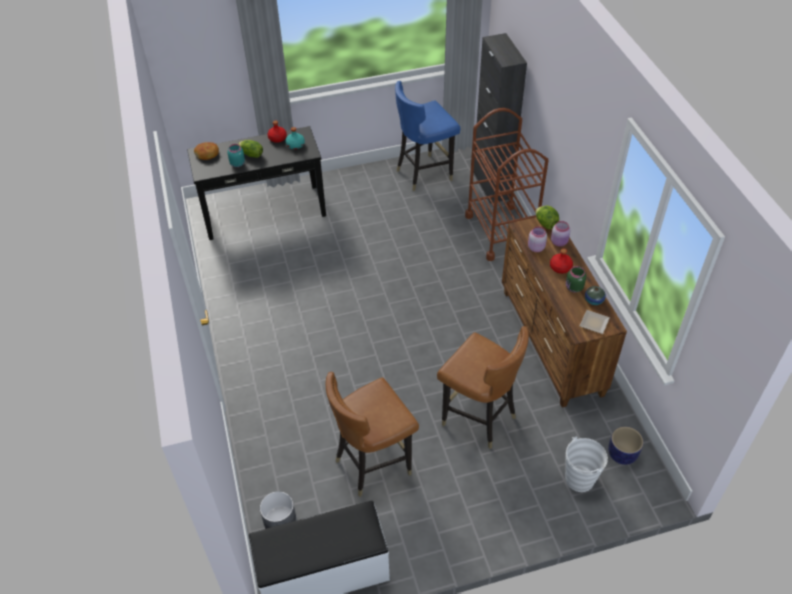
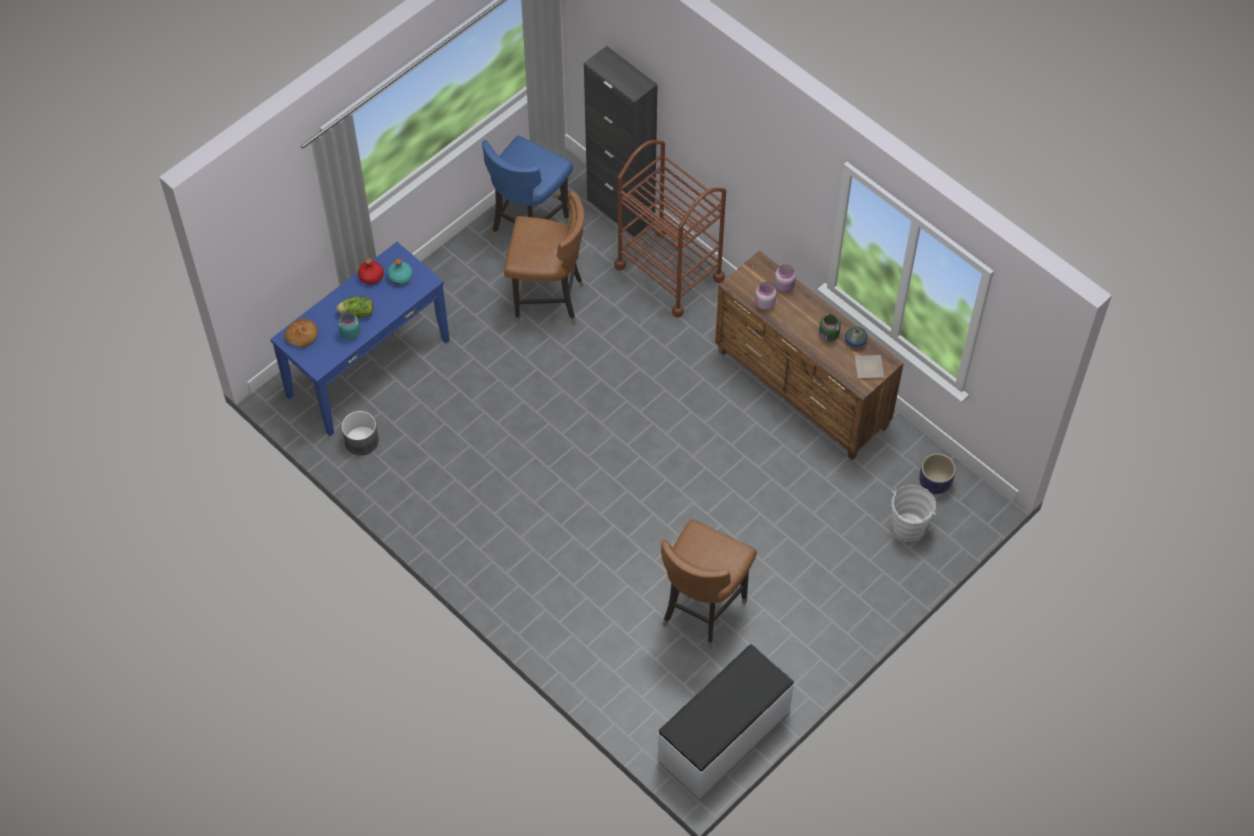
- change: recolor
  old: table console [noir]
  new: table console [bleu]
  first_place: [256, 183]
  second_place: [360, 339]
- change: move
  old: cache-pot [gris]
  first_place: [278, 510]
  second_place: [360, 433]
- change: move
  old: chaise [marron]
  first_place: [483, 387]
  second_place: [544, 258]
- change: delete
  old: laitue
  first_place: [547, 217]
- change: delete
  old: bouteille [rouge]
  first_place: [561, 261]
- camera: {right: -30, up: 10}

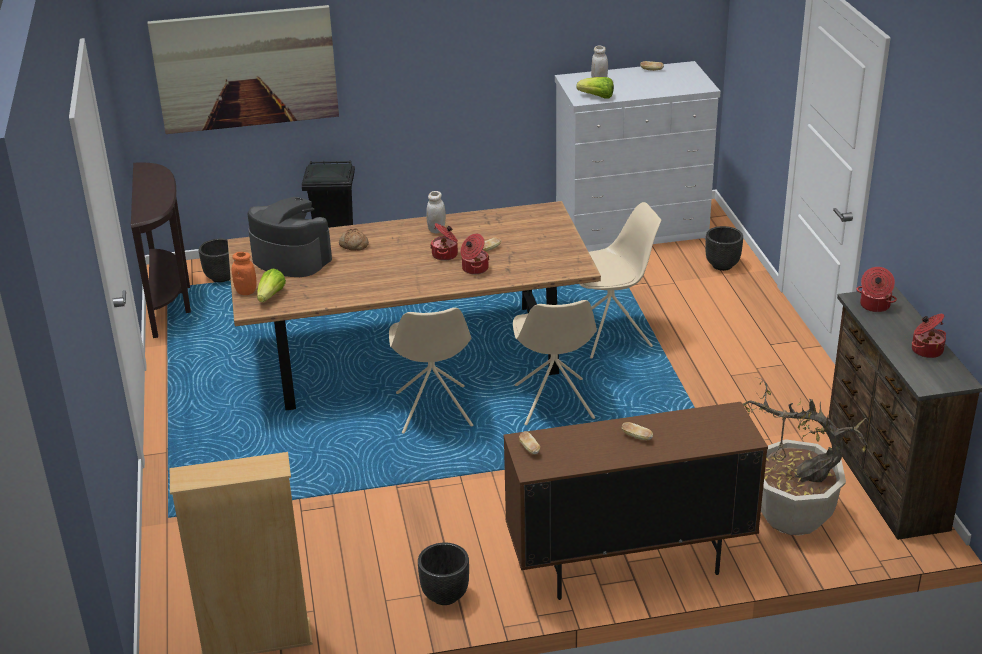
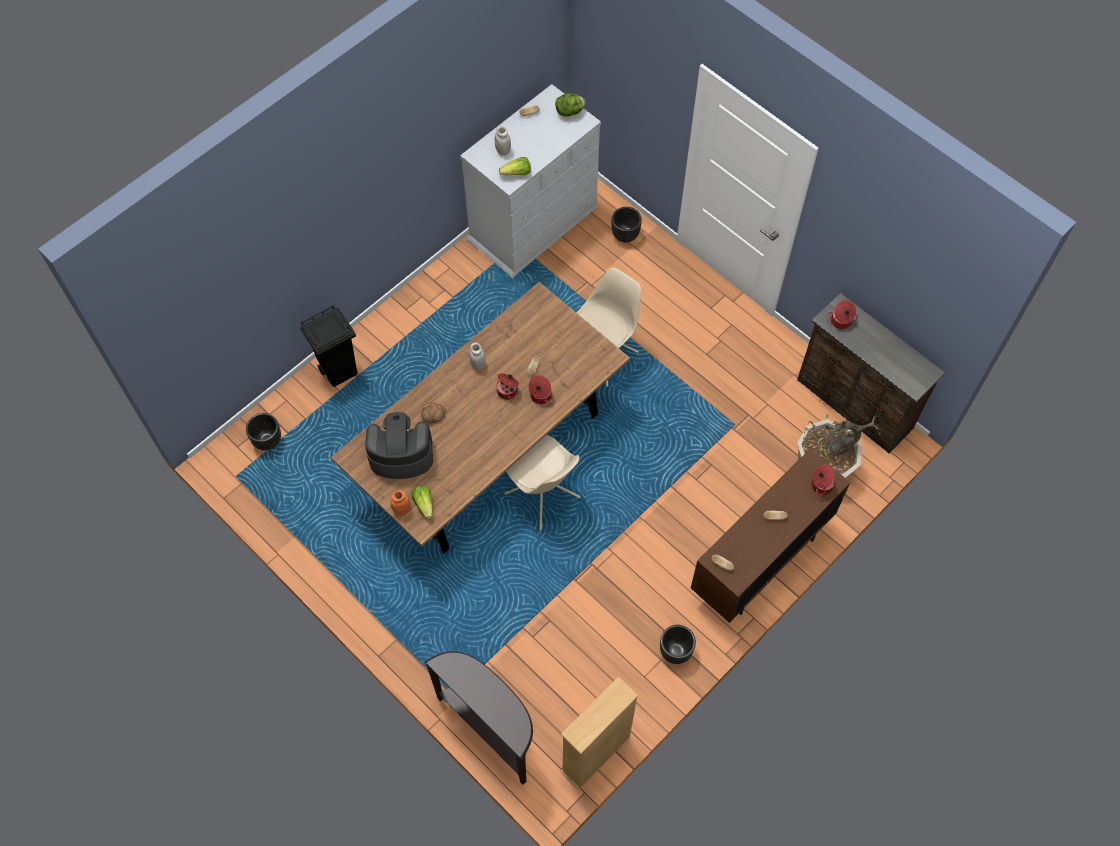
- change: move
  old: table console [marron]
  first_place: [161, 250]
  second_place: [479, 718]
- change: delete
  old: tableau
  first_place: [243, 69]
- change: delete
  old: chaise [beige]
  first_place: [555, 362]
- change: move
  old: marmite
  first_place: [929, 336]
  second_place: [823, 479]
- change: insert
  new: laitue
  second_place: [570, 104]
- camera: {right: -35, up: 30}

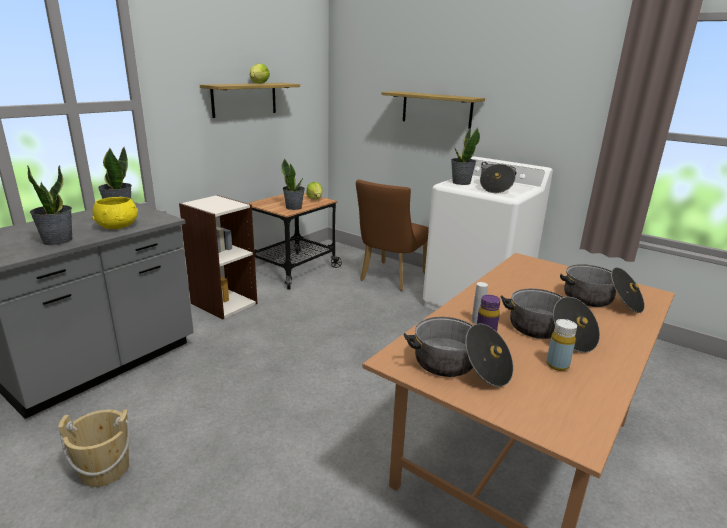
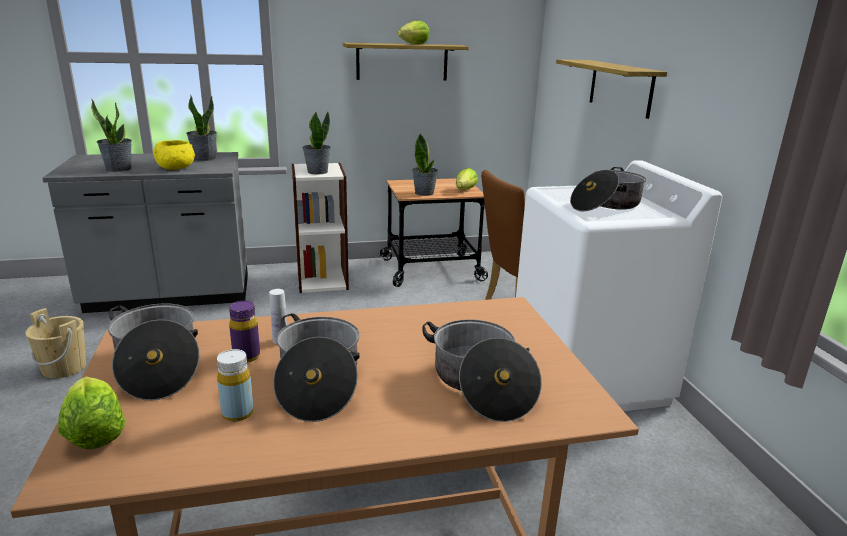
- change: move
  old: plante en pot
  first_place: [465, 156]
  second_place: [316, 143]
- change: insert
  new: laitue
  second_place: [91, 413]
- camera: {right: 40, up: 0}

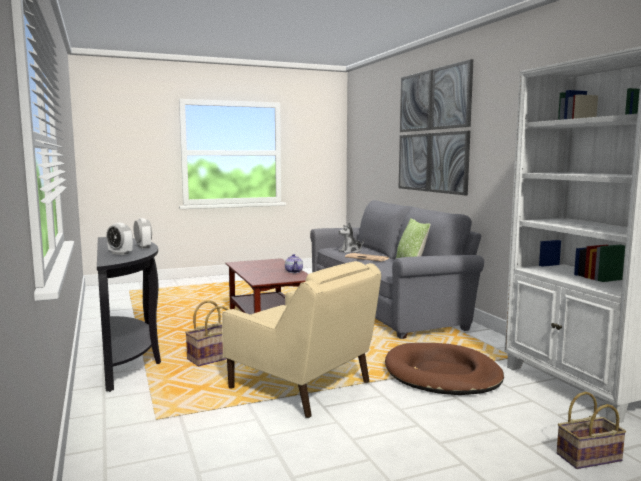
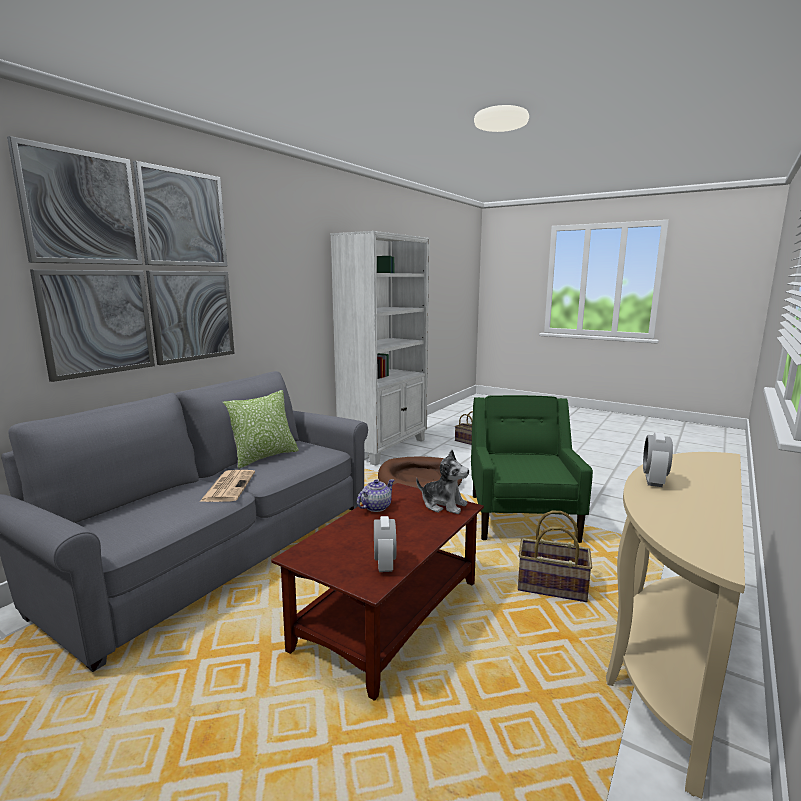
- change: recolor
  old: table console [noir]
  new: table console [beige]
  first_place: [129, 314]
  second_place: [675, 625]
- change: move
  old: réveil
  first_place: [119, 239]
  second_place: [385, 544]
- change: recolor
  old: fauteuil [beige]
  new: fauteuil [vert]
  first_place: [301, 339]
  second_place: [532, 469]
- change: move
  old: peluche
  first_place: [351, 237]
  second_place: [442, 482]
- camera: {right: -125, up: 5}

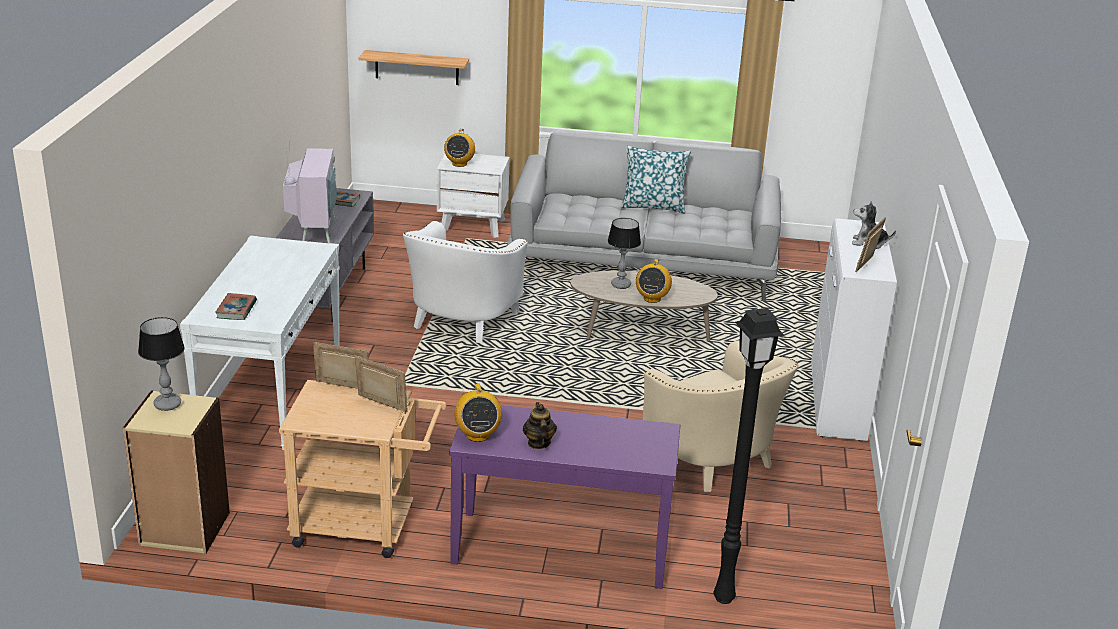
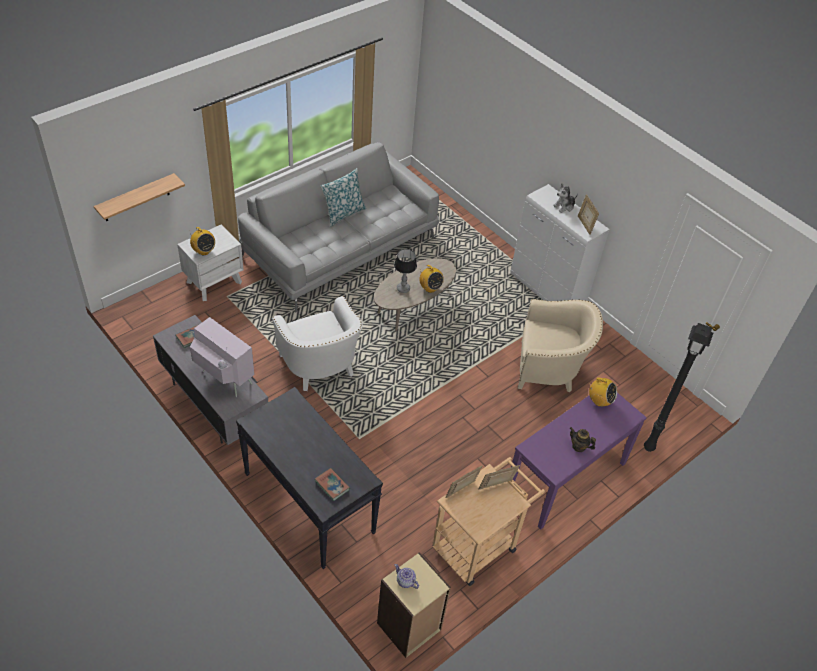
- change: replace
  old: lampe de table
  new: théière
  first_place: [161, 364]
  second_place: [407, 576]
- change: recolor
  old: table console [blanc]
  new: table console [noir]
  first_place: [260, 343]
  second_place: [309, 478]
- change: move
  old: radio
  first_place: [478, 413]
  second_place: [603, 392]
- camera: {right: -50, up: 20}

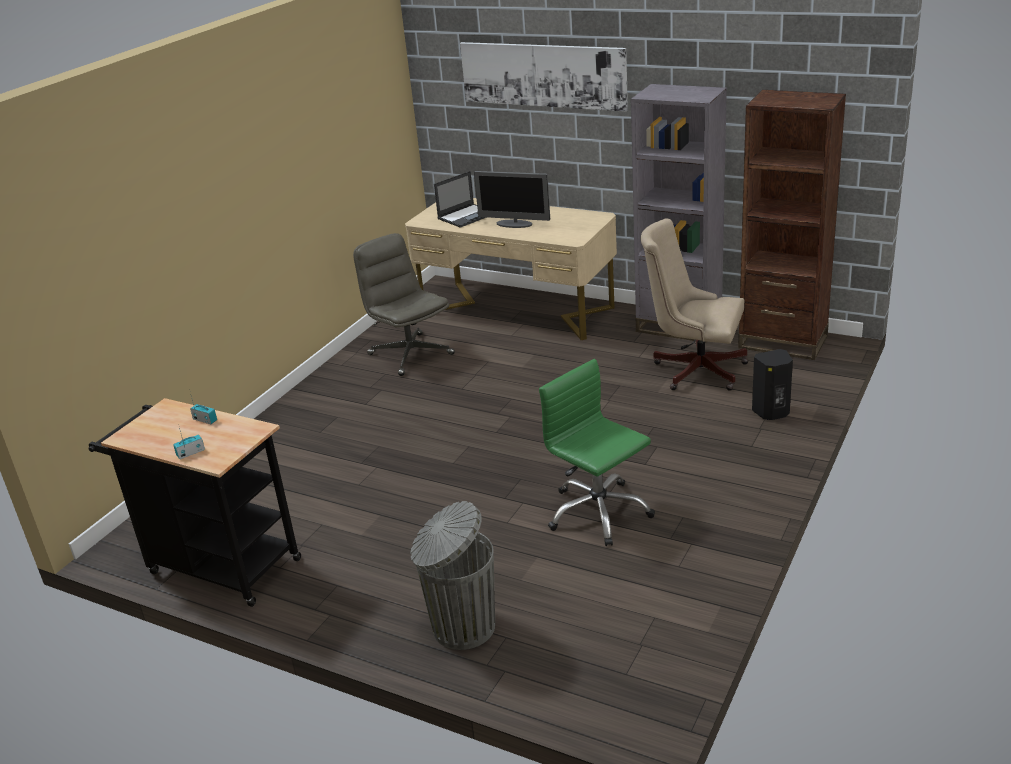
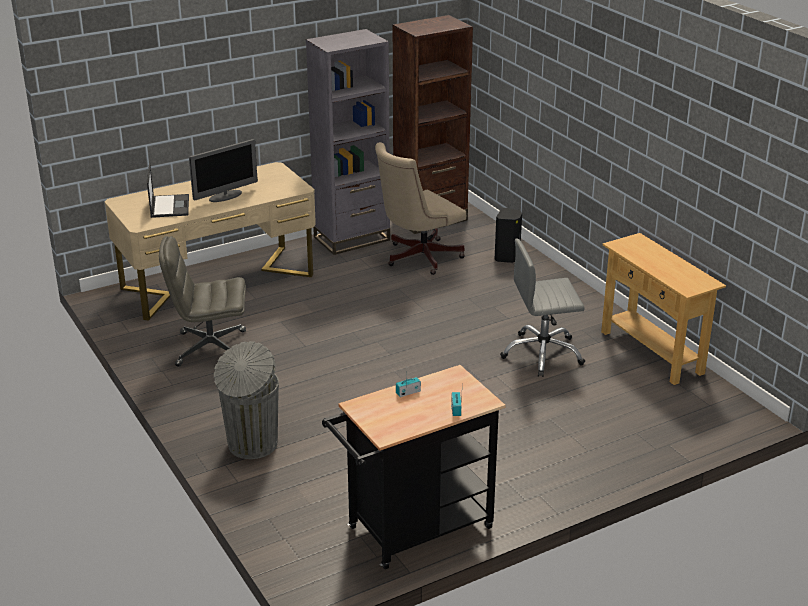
- change: move
  old: poubelle [gris]
  first_place: [452, 575]
  second_place: [246, 400]
- change: delete
  old: tableau
  first_place: [544, 77]
- change: recolor
  old: chaise de bureau [vert]
  new: chaise de bureau [gris]
  first_place: [597, 452]
  second_place: [542, 307]
- change: insert
  new: table console [beige]
  second_place: [663, 309]
- camera: {right: -60, up: 0}

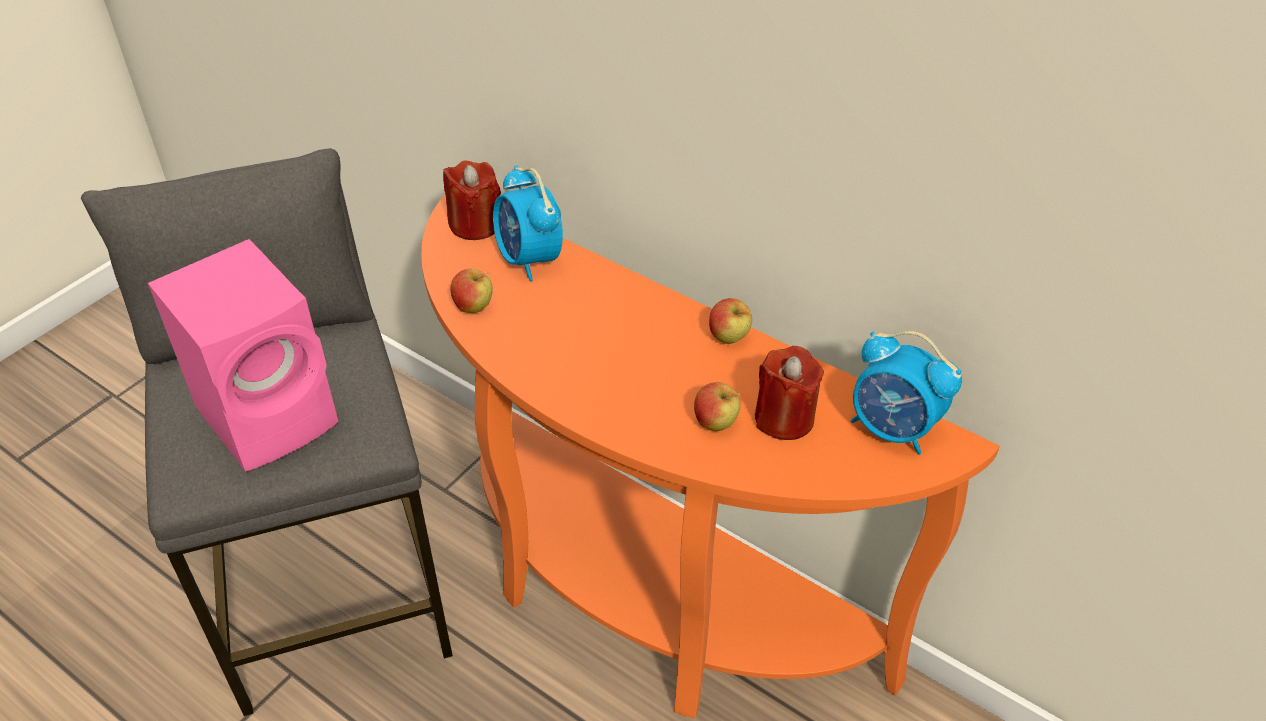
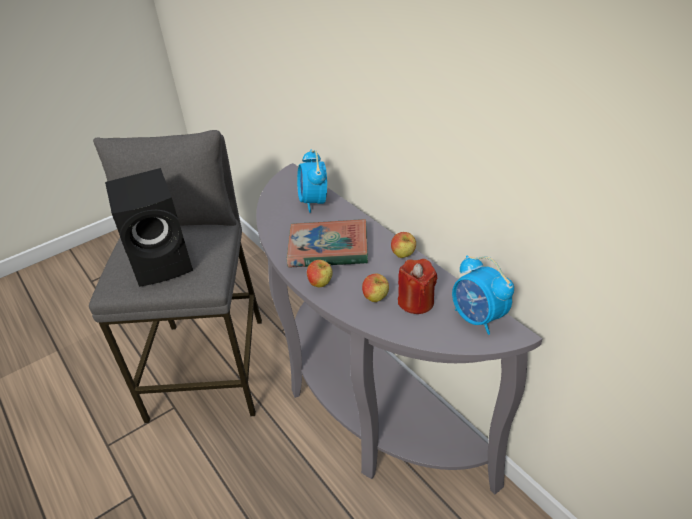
- change: recolor
  old: enceinte [rose]
  new: enceinte [noir]
  first_place: [243, 355]
  second_place: [149, 227]
- change: recolor
  old: table console [orange]
  new: table console [gris]
  first_place: [710, 456]
  second_place: [399, 328]
- change: delete
  old: bougie [rouge]
  first_place: [472, 200]
- change: move
  old: pomme
  first_place: [471, 291]
  second_place: [320, 274]
- change: insert
  new: livre
  second_place: [327, 243]
- camera: {right: 20, up: -5}

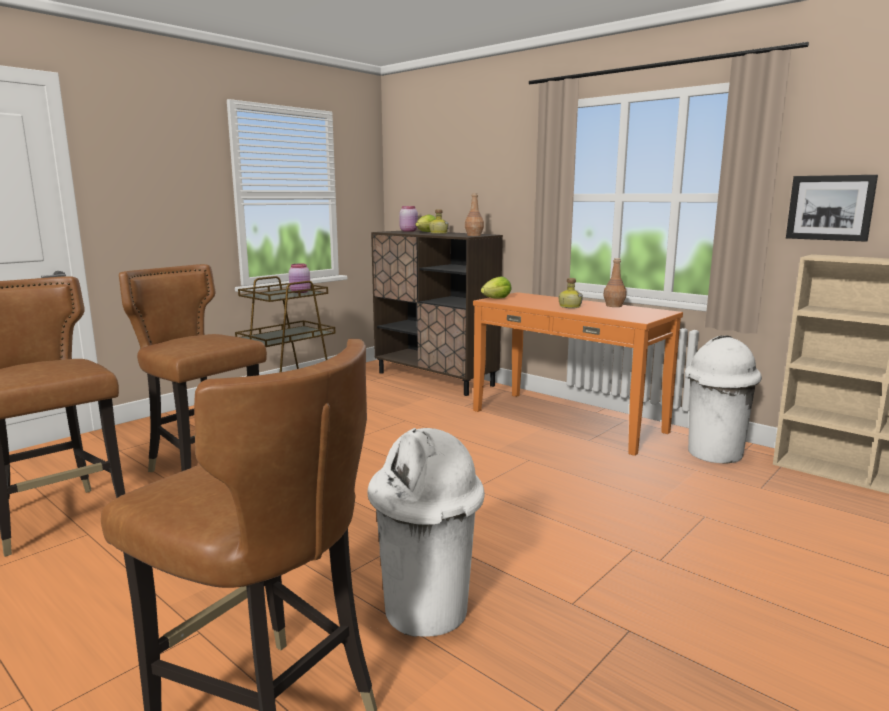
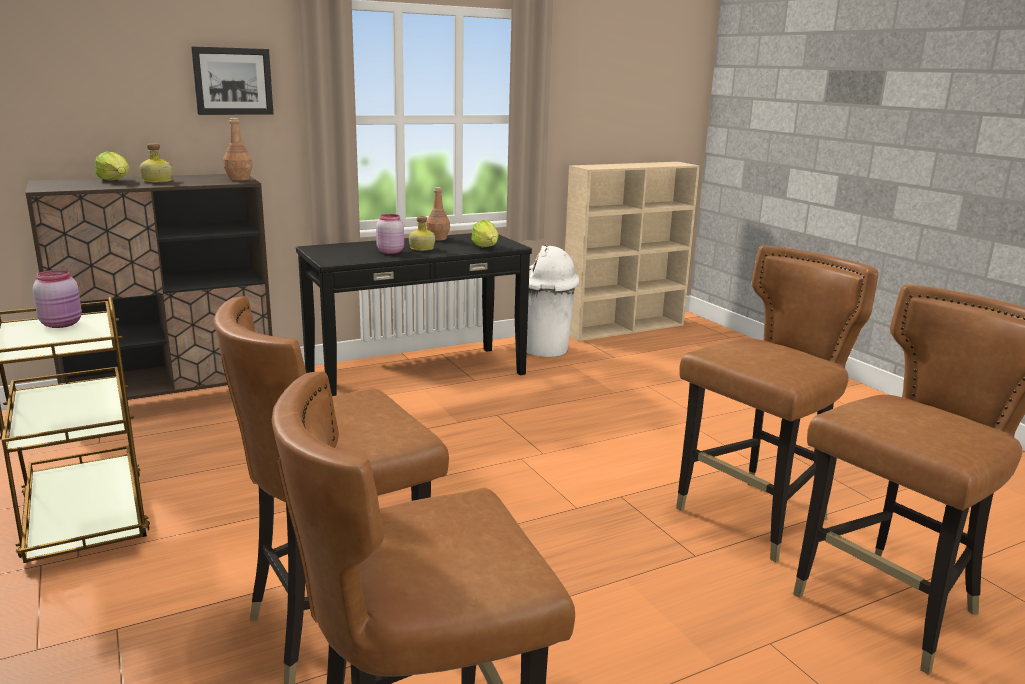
- change: replace
  old: poubelle [blanc]
  new: chaise [marron]
  first_place: [426, 532]
  second_place: [777, 404]
- change: move
  old: bocal [rose]
  first_place: [408, 219]
  second_place: [390, 234]
- change: recolor
  old: table console [orange]
  new: table console [noir]
  first_place: [578, 374]
  second_place: [414, 314]
- change: move
  old: laitue
  first_place: [496, 287]
  second_place: [484, 233]
- change: move
  old: tableau
  first_place: [832, 208]
  second_place: [232, 80]
- camera: {right: -70, up: 5}

